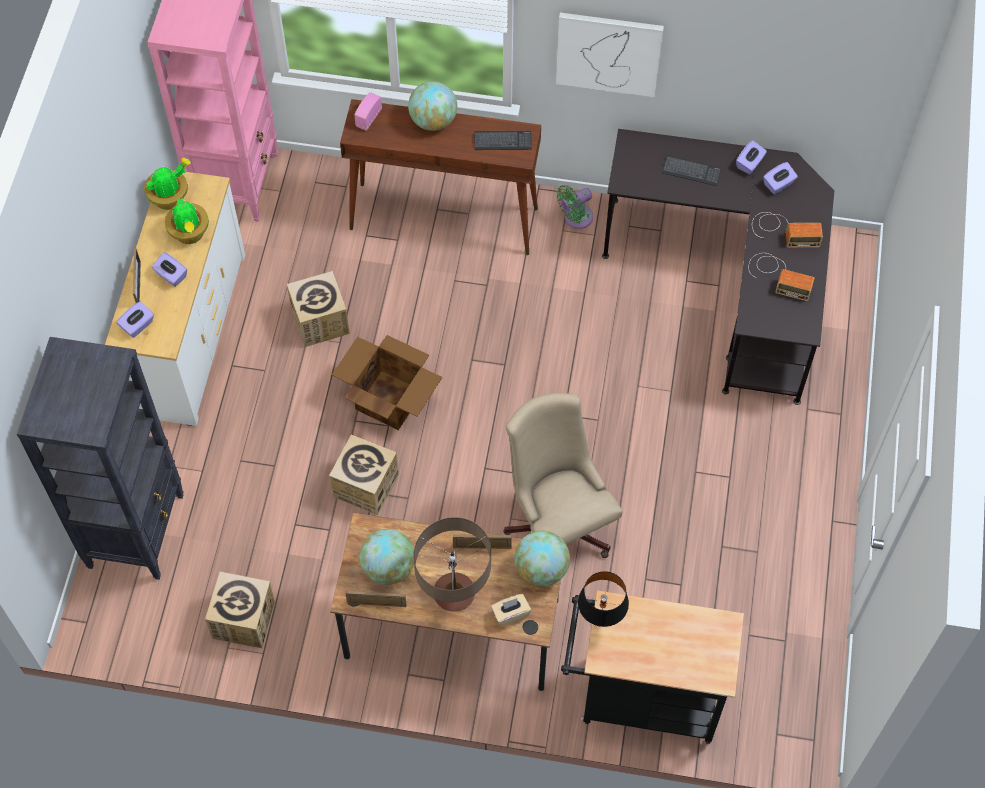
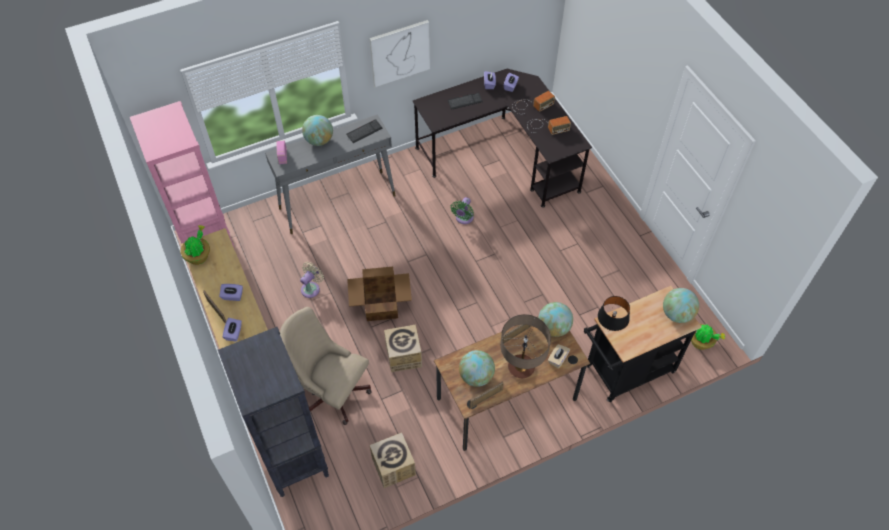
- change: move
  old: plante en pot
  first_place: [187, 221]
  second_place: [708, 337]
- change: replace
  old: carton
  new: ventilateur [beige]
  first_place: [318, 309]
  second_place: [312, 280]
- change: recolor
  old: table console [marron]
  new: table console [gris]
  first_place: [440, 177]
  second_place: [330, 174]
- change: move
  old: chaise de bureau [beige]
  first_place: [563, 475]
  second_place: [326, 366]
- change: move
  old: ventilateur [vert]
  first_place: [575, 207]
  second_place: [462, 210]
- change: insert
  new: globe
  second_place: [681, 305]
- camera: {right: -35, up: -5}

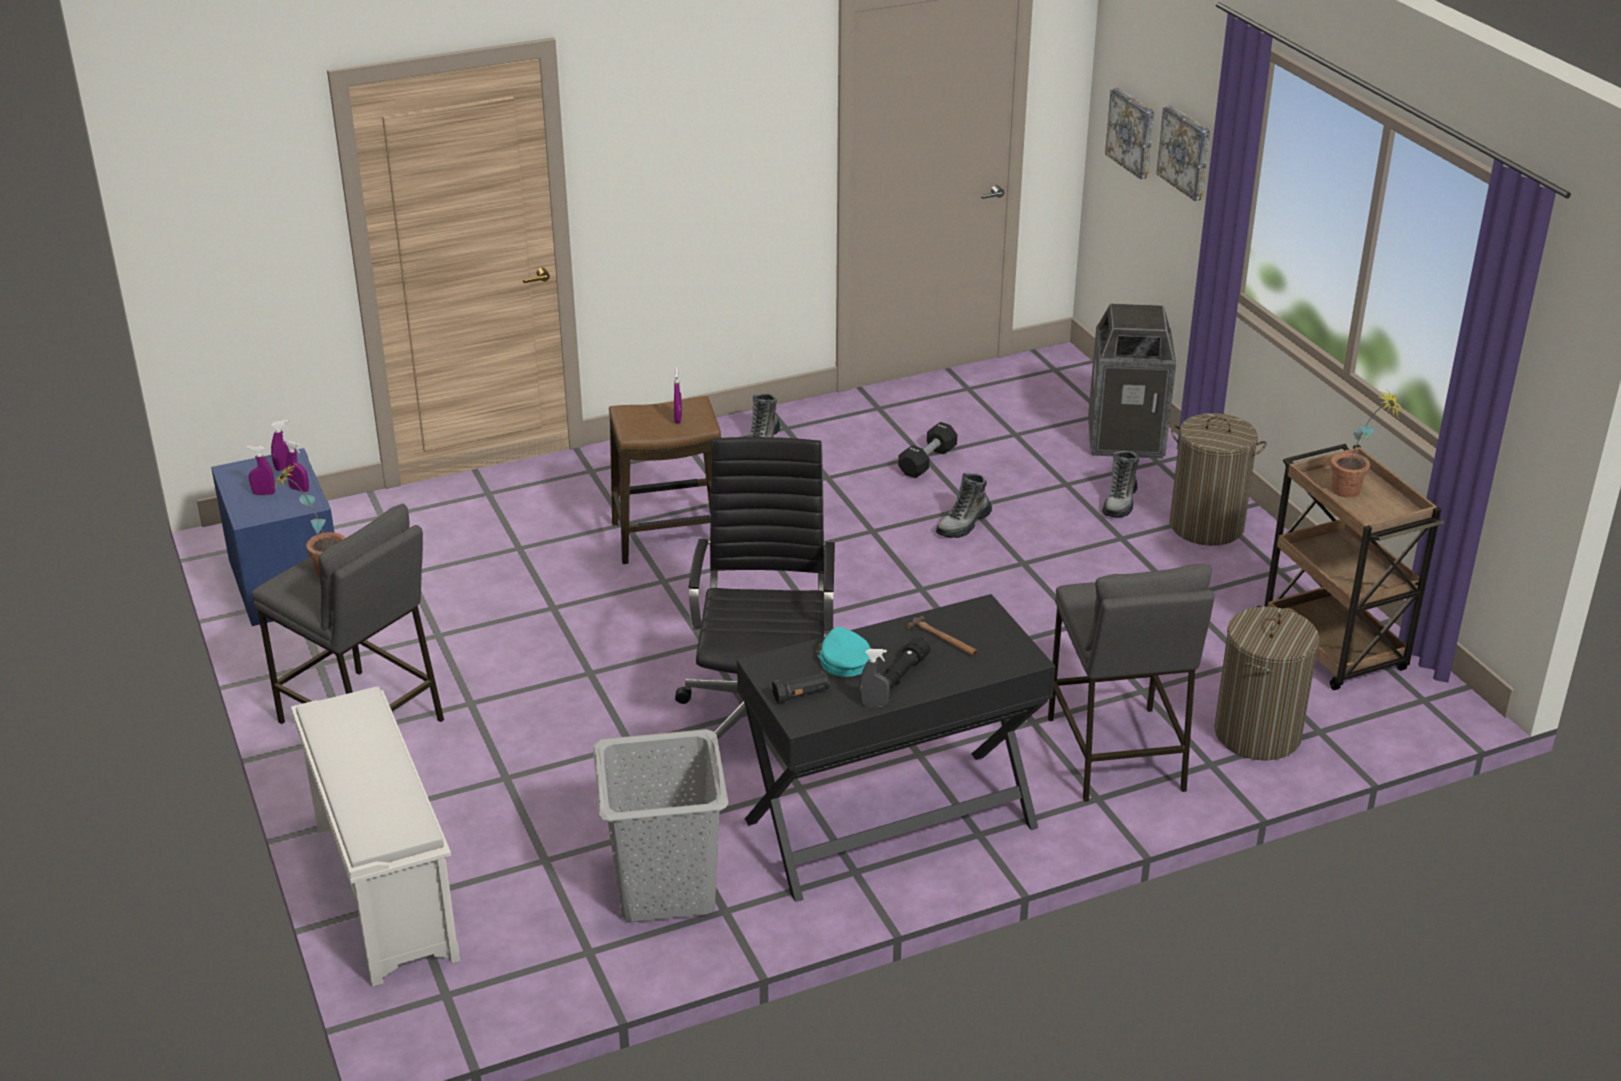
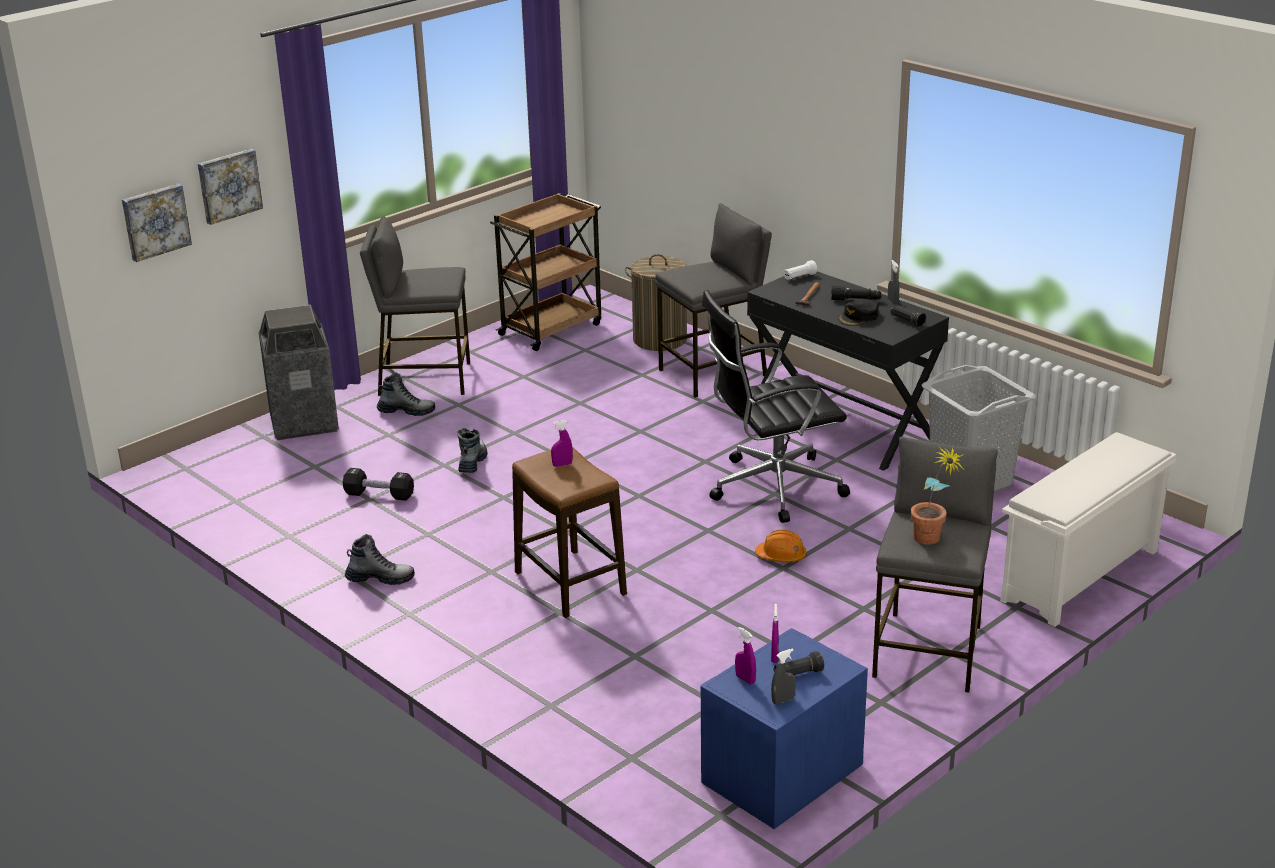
- change: replace
  old: vaporisateur [violet]
  new: lampe de poche [noir]
  first_place: [260, 470]
  second_place: [798, 663]
- change: recolor
  old: casquette [turquoise]
  new: casquette [noir]
  first_place: [843, 652]
  second_place: [858, 312]
- change: rotate
  old: botte
  first_place: [964, 505]
  second_place: [472, 450]
  degrees: -105
- change: replace
  old: panier à linge
  new: tabouret [gris]
  first_place: [1218, 479]
  second_place: [415, 306]
- change: delete
  old: plante en pot
  first_place: [1366, 443]
- change: insert
  new: casque de chantier [orange]
  second_place: [781, 546]
- change: insert
  new: vaporisateur [gris]
  second_place: [783, 676]
- change: insert
  new: lampe de poche [blanc]
  second_place: [800, 270]
- camera: {right: -110, up: -5}

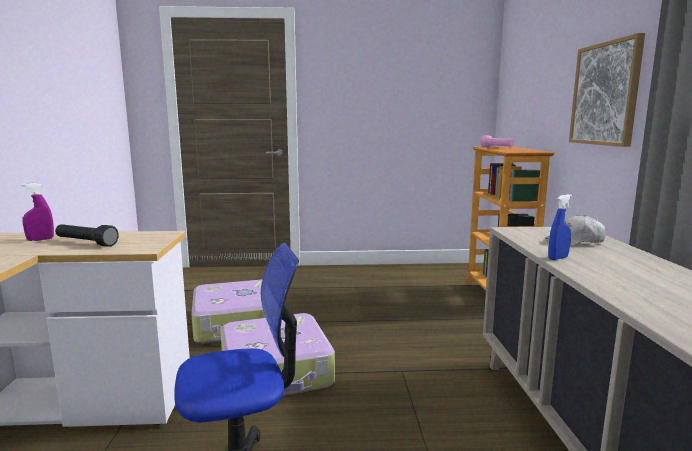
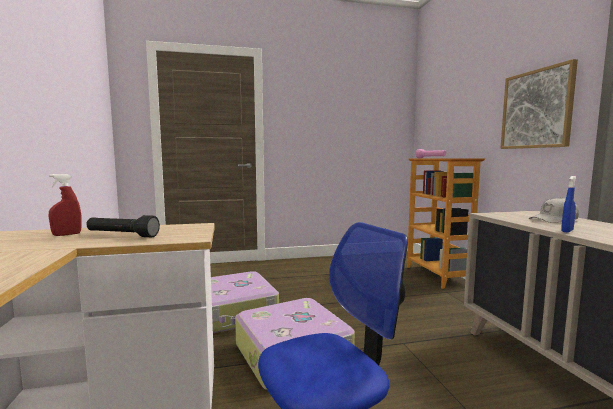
- change: recolor
  old: vaporisateur [violet]
  new: vaporisateur [rouge]
  first_place: [37, 212]
  second_place: [65, 205]
- camera: {right: -10, up: -5}

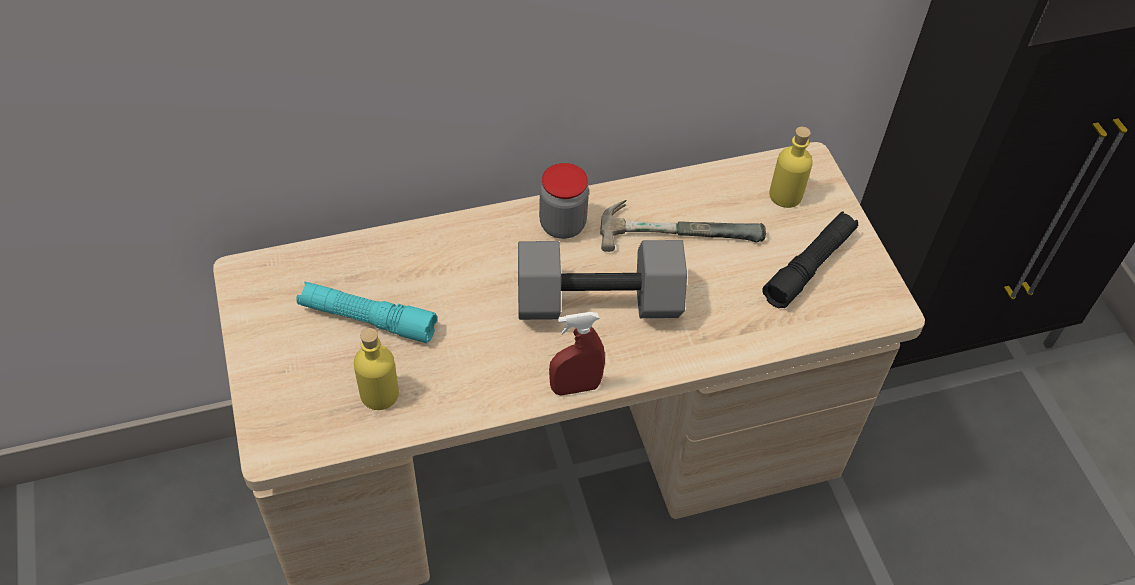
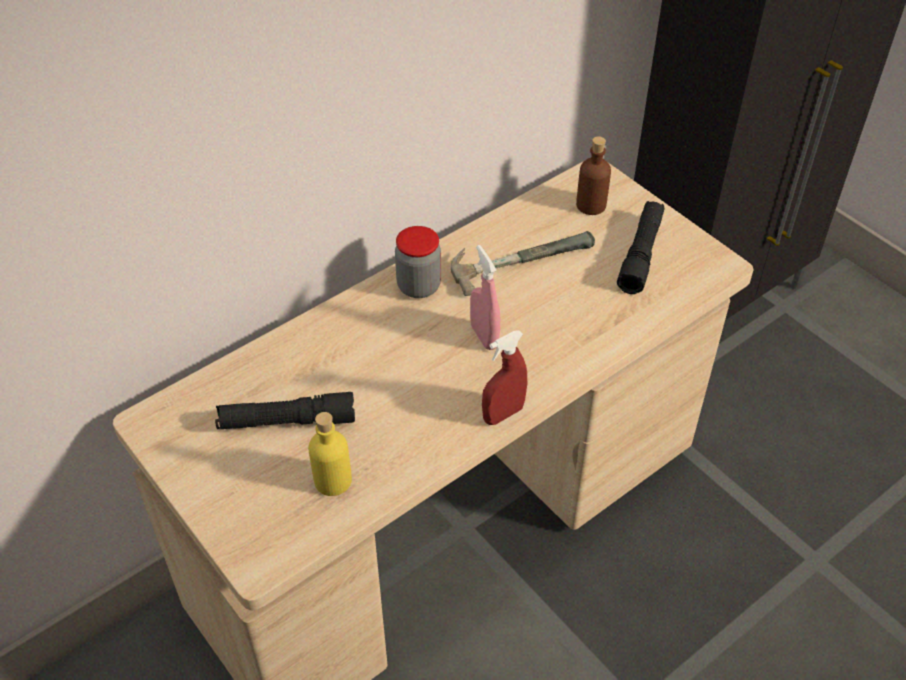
- change: recolor
  old: lampe de poche [turquoise]
  new: lampe de poche [noir]
  first_place: [366, 312]
  second_place: [285, 410]
- change: replace
  old: haltère [gris]
  new: vaporisateur [rose]
  first_place: [602, 280]
  second_place: [485, 297]
- change: recolor
  old: bouteille [jaune]
  new: bouteille [marron]
  first_place: [791, 167]
  second_place: [593, 175]
- camera: {right: -20, up: -5}

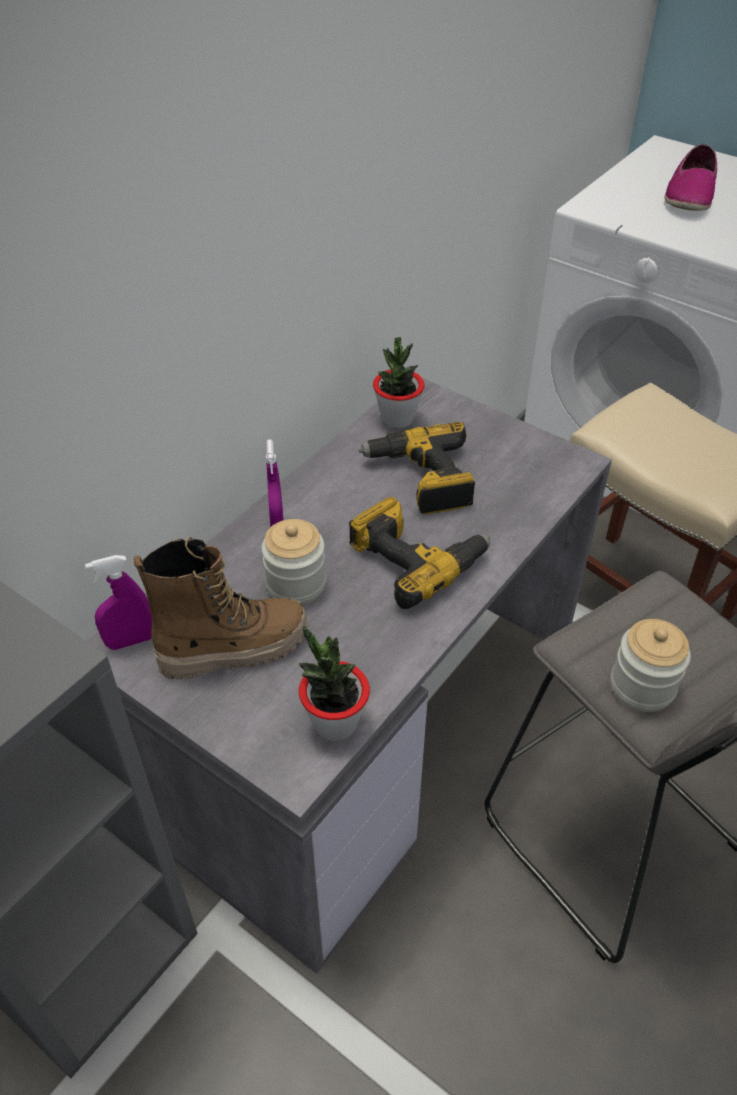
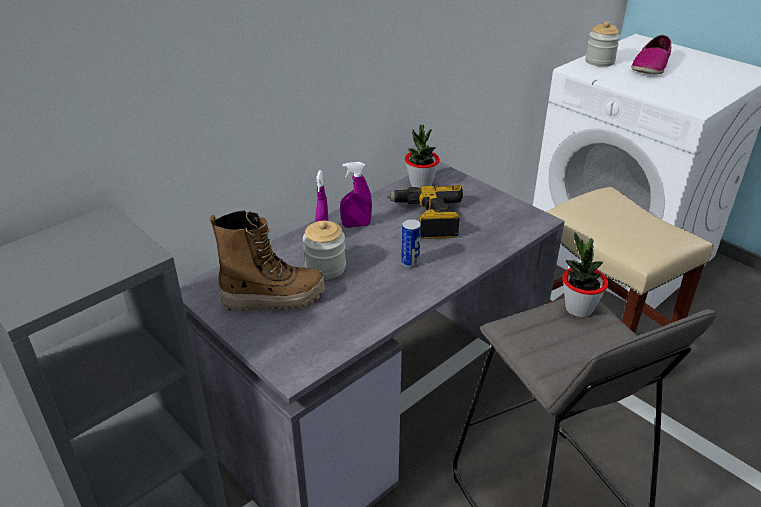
- change: move
  old: vaporisateur [violet]
  first_place: [118, 602]
  second_place: [356, 195]
- change: move
  old: plante en pot
  first_place: [334, 683]
  second_place: [585, 274]
- change: replace
  old: perceuse
  new: boîte métallique
  first_place: [419, 552]
  second_place: [411, 243]
- change: move
  old: bocal
  first_place: [651, 665]
  second_place: [602, 44]
- camera: {right: 10, up: -10}

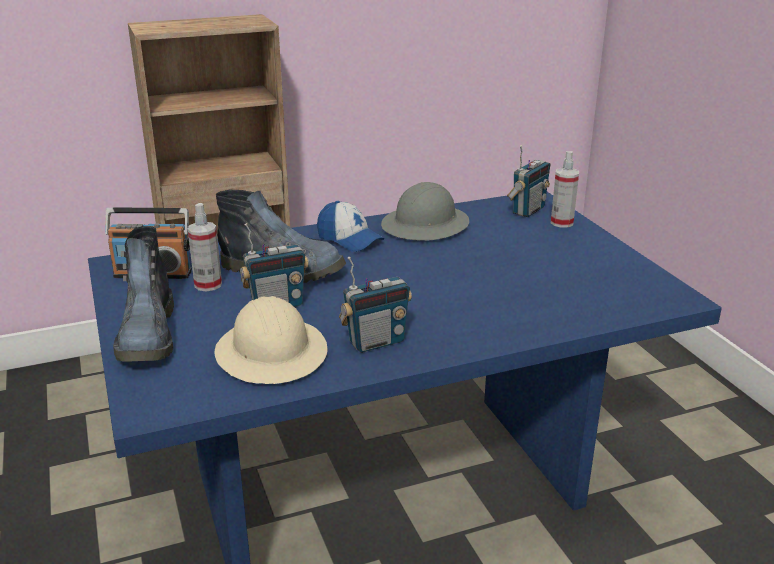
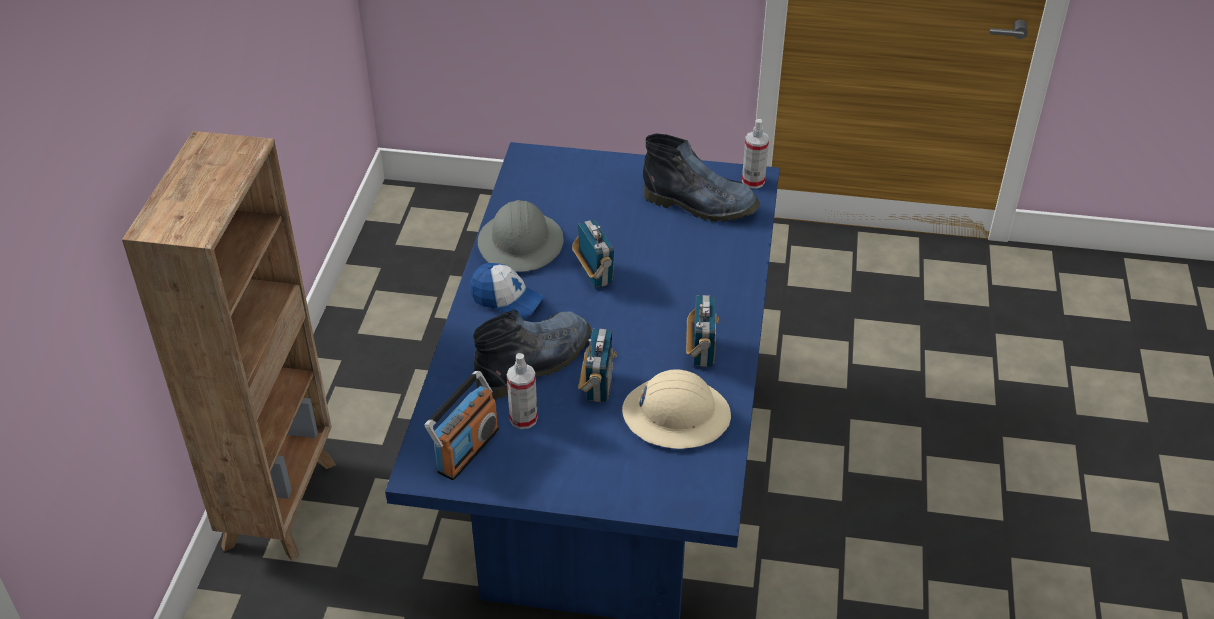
- change: move
  old: botte
  first_place: [143, 294]
  second_place: [701, 178]
- change: rotate
  old: casquette
  first_place: [350, 226]
  second_place: [507, 291]
  degrees: 45
- change: move
  old: radio
  first_place: [528, 181]
  second_place: [593, 254]
- change: move
  old: vaporisateur
  first_place: [565, 189]
  second_place: [755, 154]
- camera: {right: -60, up: 15}

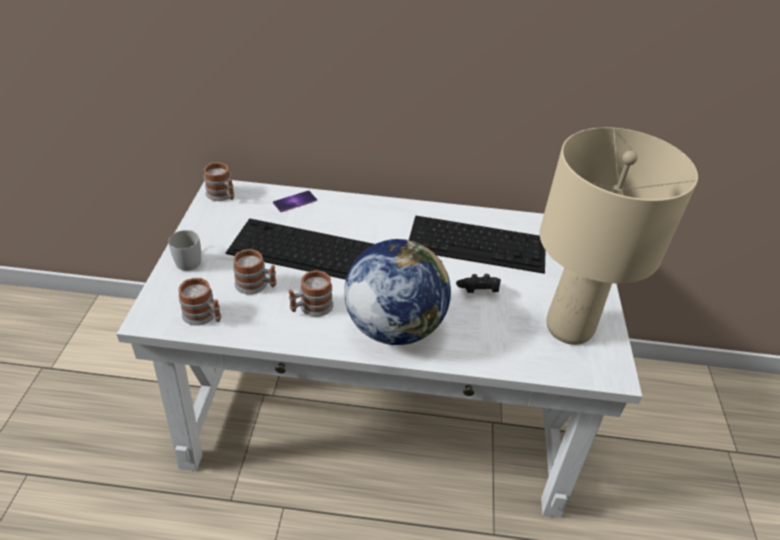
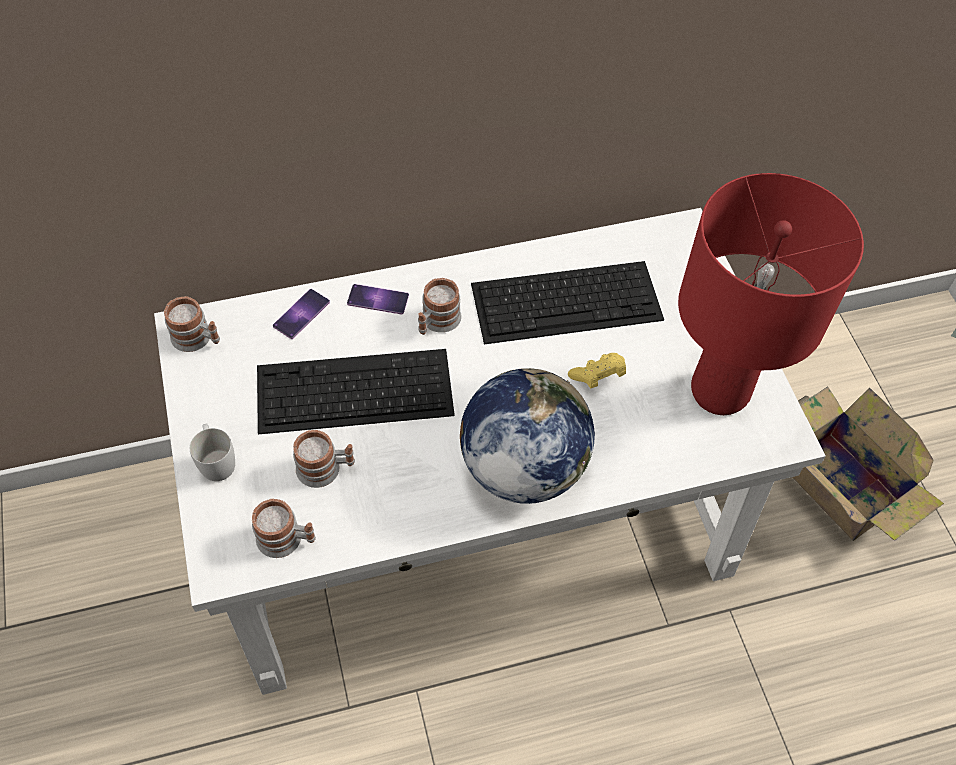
- change: move
  old: mug
  first_place: [311, 293]
  second_place: [440, 306]
- change: recolor
  old: manette [noir]
  new: manette [jaune]
  first_place: [478, 283]
  second_place: [597, 370]
- change: recolor
  old: lampe de table [beige]
  new: lampe de table [rouge]
  first_place: [619, 236]
  second_place: [771, 294]
- change: insert
  new: téléphone
  second_place: [378, 299]
- change: insert
  new: carton
  second_place: [868, 463]
- camera: {right: -20, up: 15}

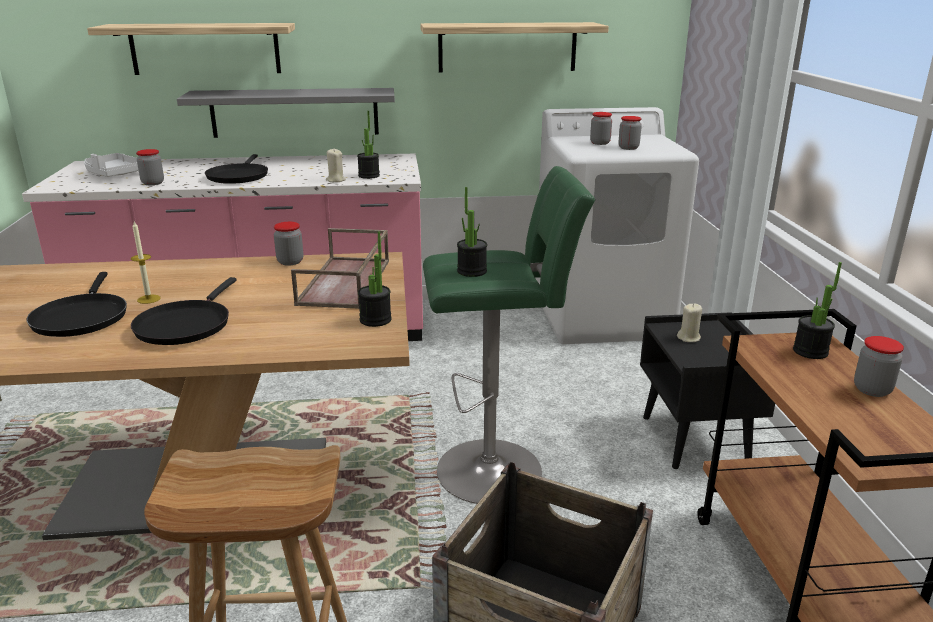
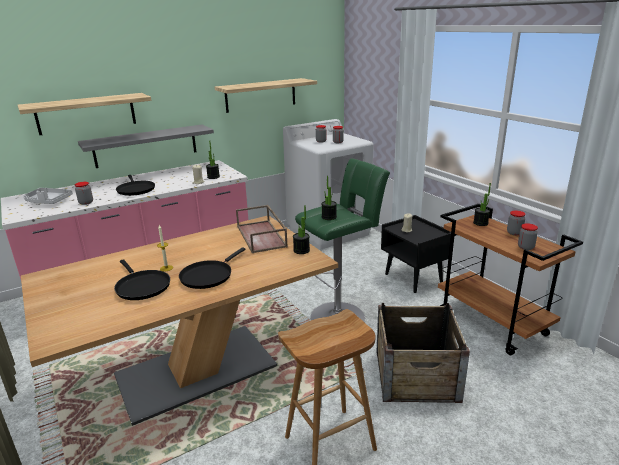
- change: rotate
  old: poêle [noir]
  first_place: [183, 311]
  second_place: [212, 268]
  degrees: 45
- change: move
  old: bocal
  first_place: [288, 244]
  second_place: [528, 236]
- camera: {right: -25, up: 0}

